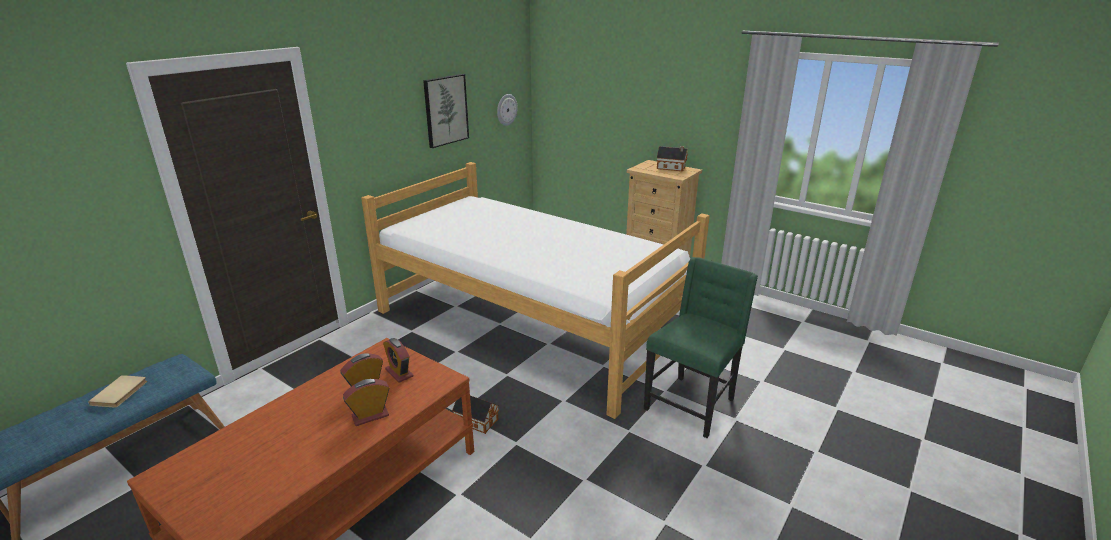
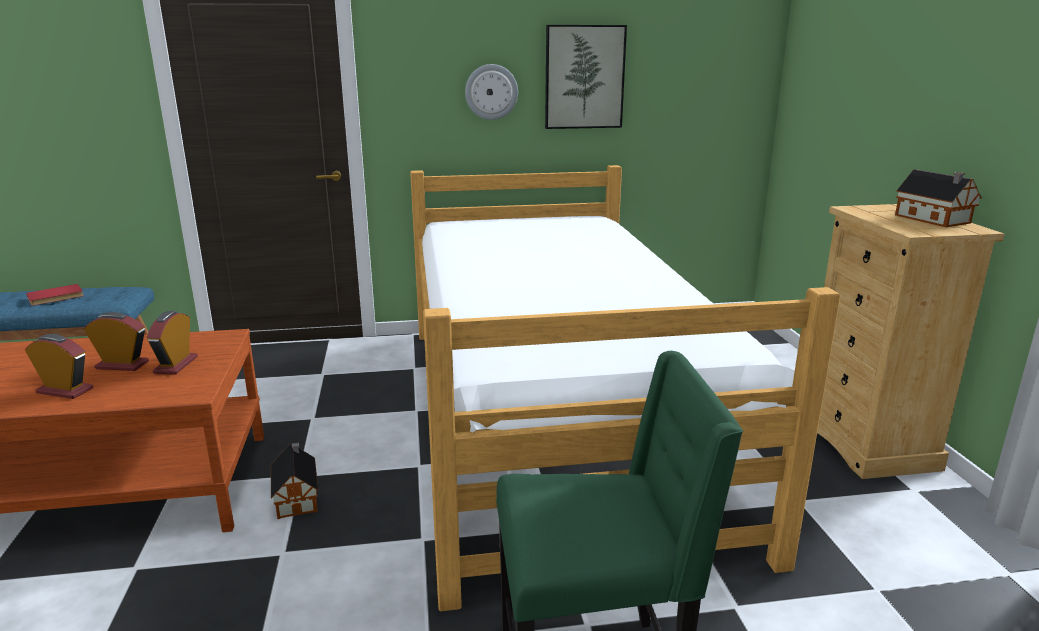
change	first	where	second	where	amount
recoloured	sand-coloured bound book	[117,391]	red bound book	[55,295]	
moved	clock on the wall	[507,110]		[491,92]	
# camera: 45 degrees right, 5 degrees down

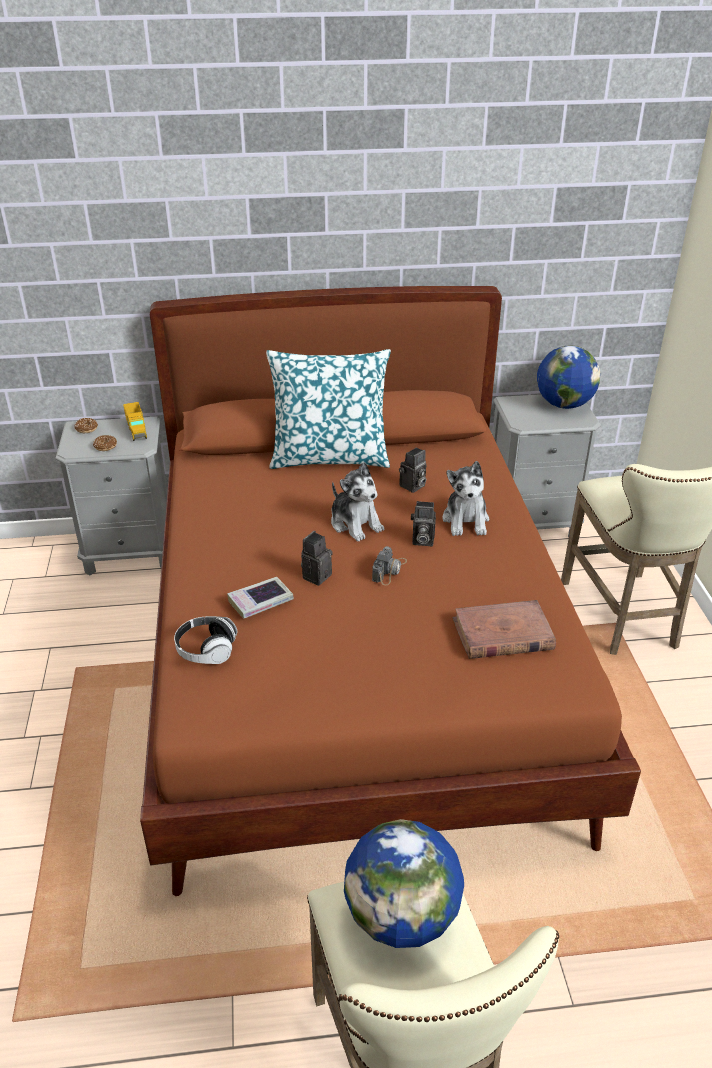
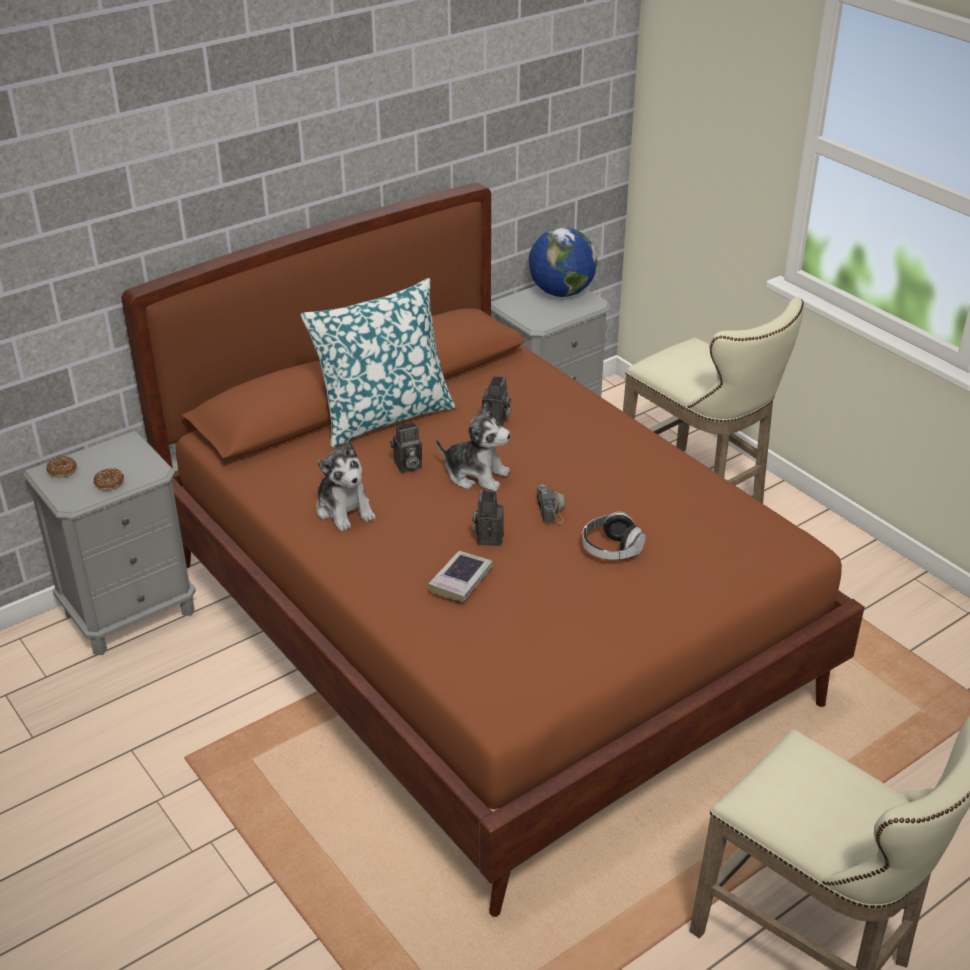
change	first	where	second	where	amount
moved	soft toy	[465,498]		[346,486]	
moved	still camera	[423,523]		[406,447]	
moved	headphones	[205,640]		[614,536]	
removed	toy truck	[135,421]			
removed	desk globe	[404,883]			
removed	brown-coloured bound book	[504,629]			
# camera: 30 degrees left, 0 degrees up

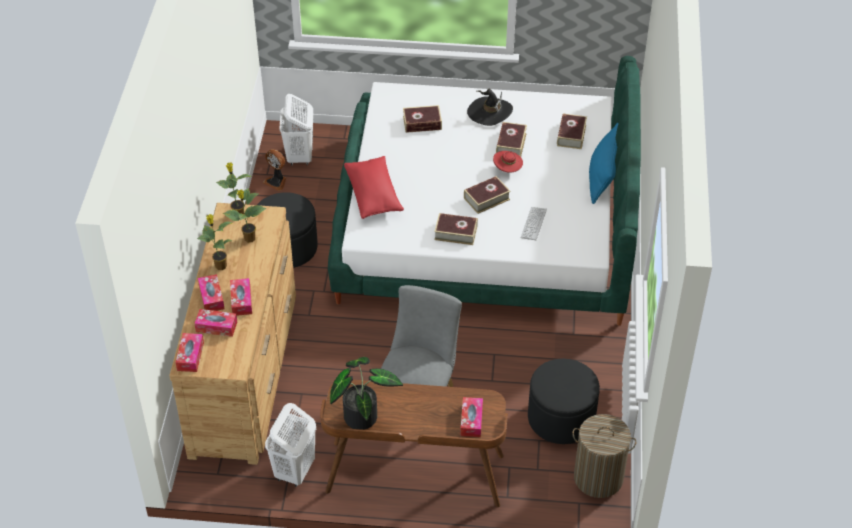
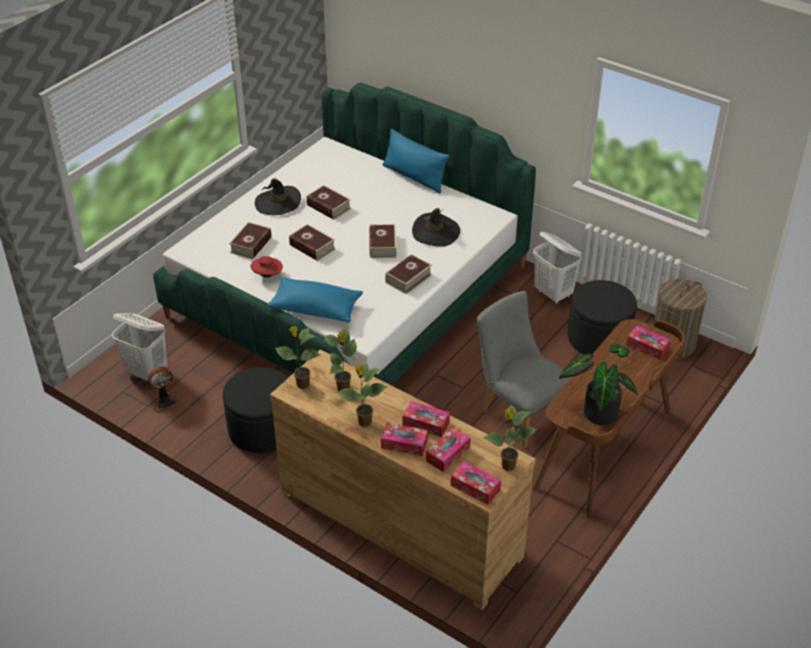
change	first	where	second	where	amount
moved	red wearable hat	[508,162]		[267,267]	
recoloured	red cushion	[374,187]	blue cushion	[315,300]	
moved	bound book	[572,131]		[312,242]	
replaced	keyboard	[534,223]	black-coloured wearable hat	[436,227]	
added			potted plant	[510,438]	
moved	white hamper	[290,445]		[557,268]	
# camera: 60 degrees left, 5 degrees down

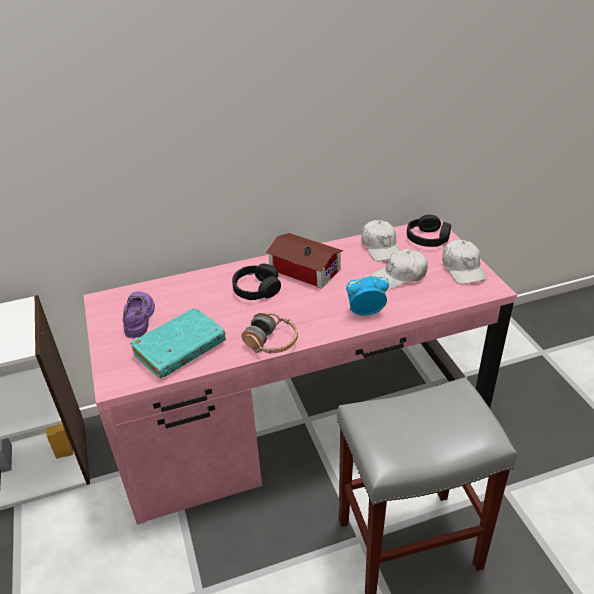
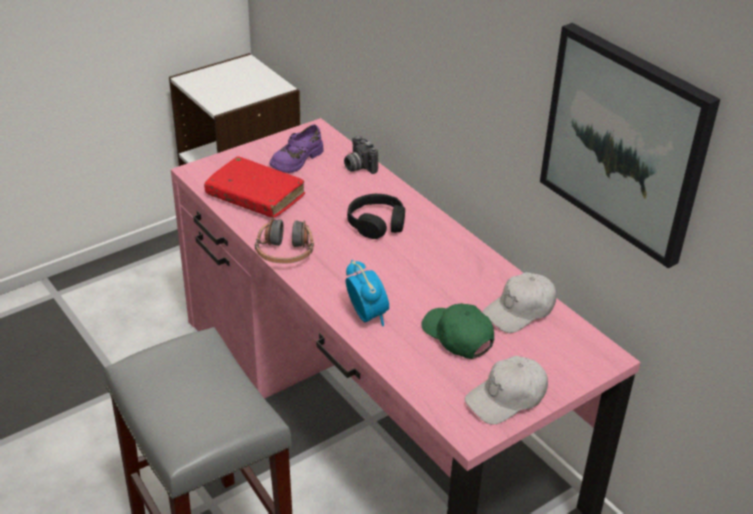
change	first	where	second	where	amount
recoloured	blue-green bound book	[178,343]	red bound book	[254,187]	
turned	purple-coloured shoe	[139,315]		[297,148]	150 degrees clockwise
added			still camera	[361,154]	
recoloured	white cap	[400,269]	greenish cap	[457,331]	
added			wall picture	[630,146]	
removed	toy house	[304,261]			
removed	black-coloured headphones	[429,231]			
# camera: 70 degrees right, 0 degrees up

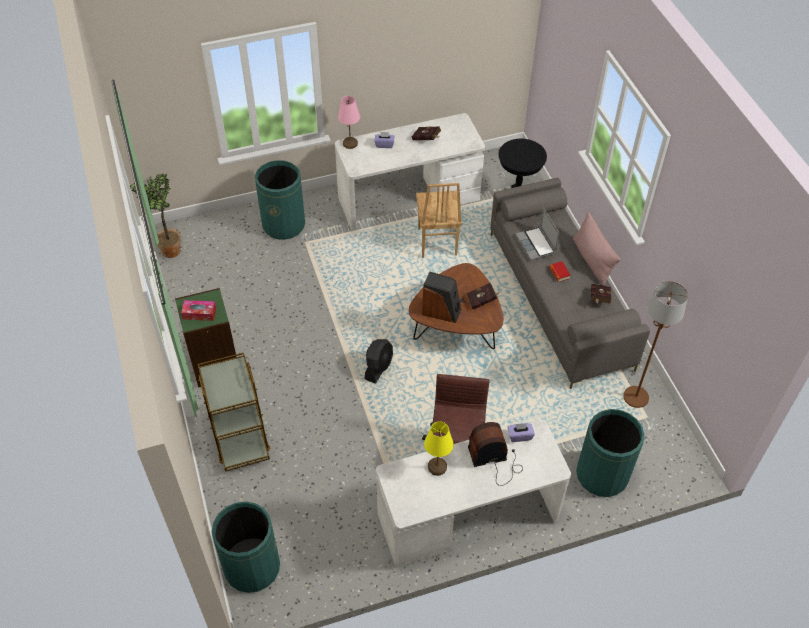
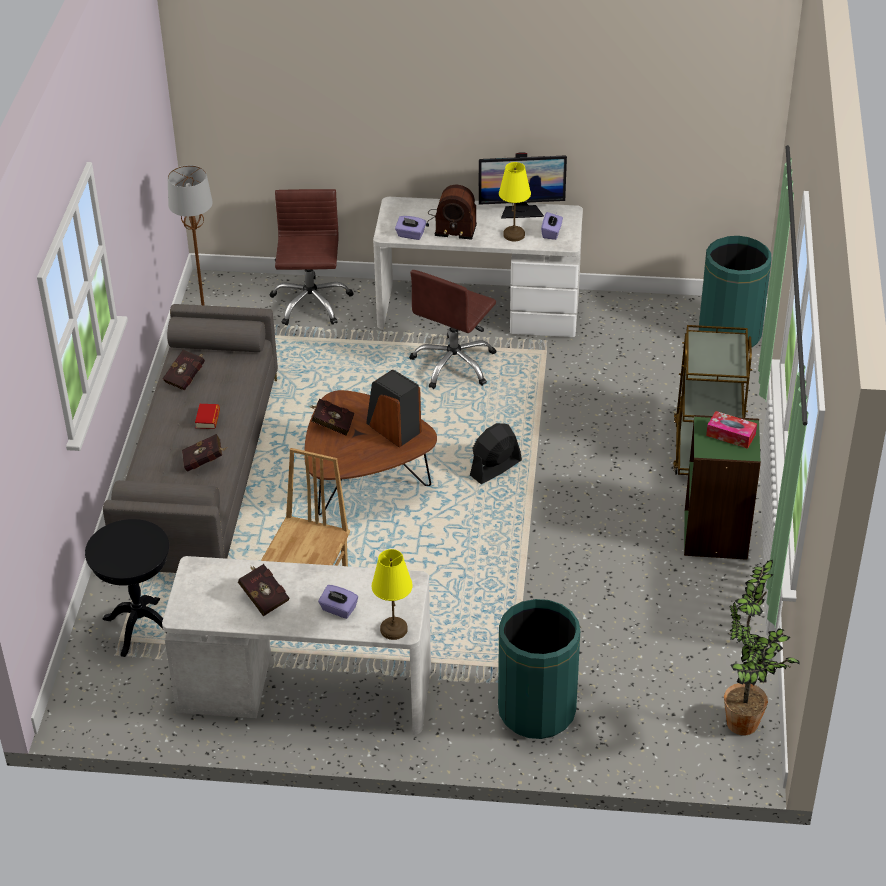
change	first	where	second	where	amount
replaced	laptop	[538,234]	red bound book	[205,453]	
replaced	greenish trash can	[610,453]	brown-coloured computer chair	[311,257]	
recoloured	pink lamp for a table	[349,122]	yellow lamp for a table	[392,594]	
added			monitor	[522,185]	
added			purple-coloured box of tissues	[552,226]	
removed	pink cushion	[597,249]			
# camera: 155 degrees left, 10 degrees down

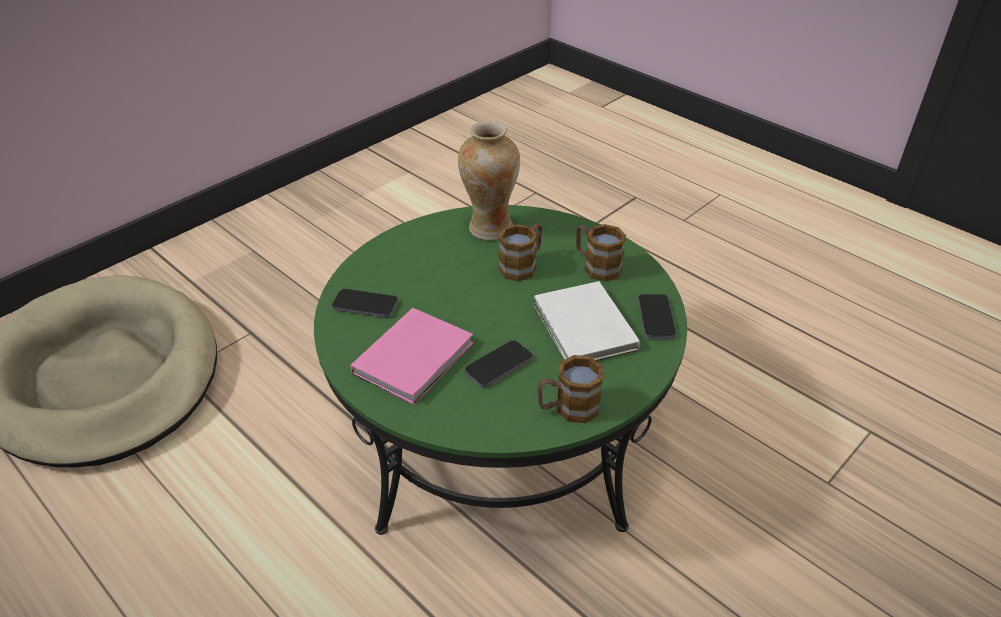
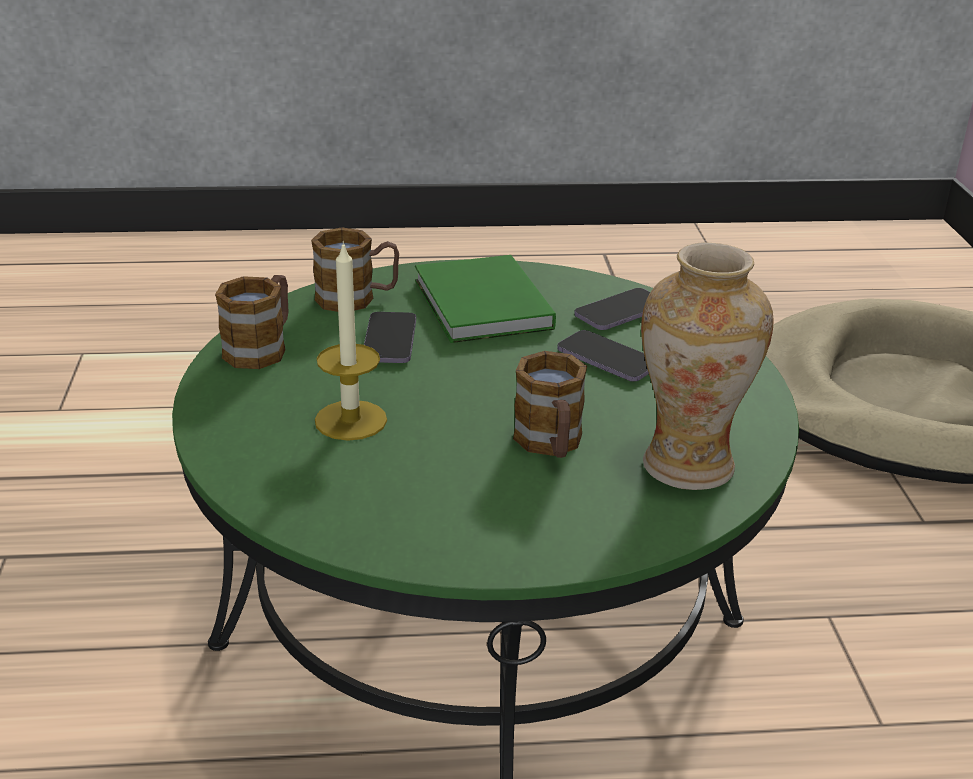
change	first	where	second	where	amount
moved	mug	[601,253]		[355,269]	
replaced	white bound book	[586,321]	candle	[351,341]	
recoloured	pink bound book	[411,356]	greenish bound book	[485,299]	
moved	telephone	[657,316]		[603,355]	
# camera: 130 degrees right, 10 degrees down

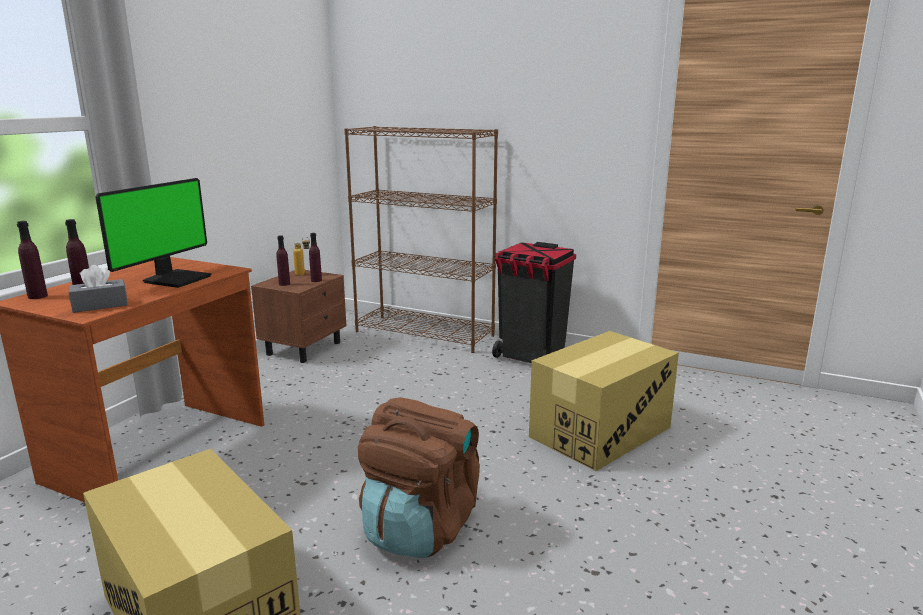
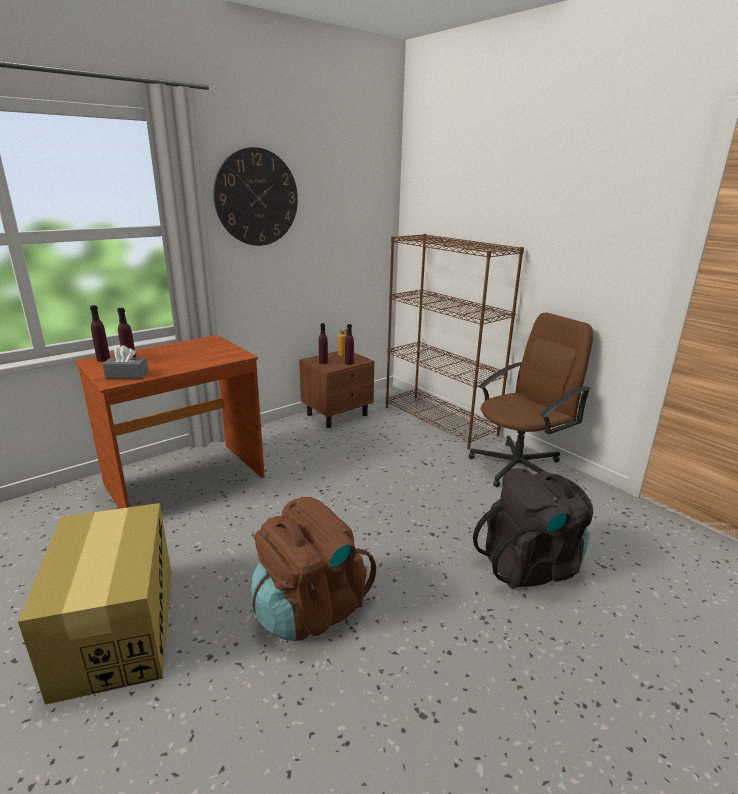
change	first	where	second	where	amount
added			clock on the wall	[255,196]	
replaced	black-coloured trash can	[534,302]	brown-coloured computer chair	[530,399]	
replaced	cardboard box	[604,401]	black-coloured rucksack	[533,528]	
removed	monitor	[153,233]			
# camera: 25 degrees right, 5 degrees up

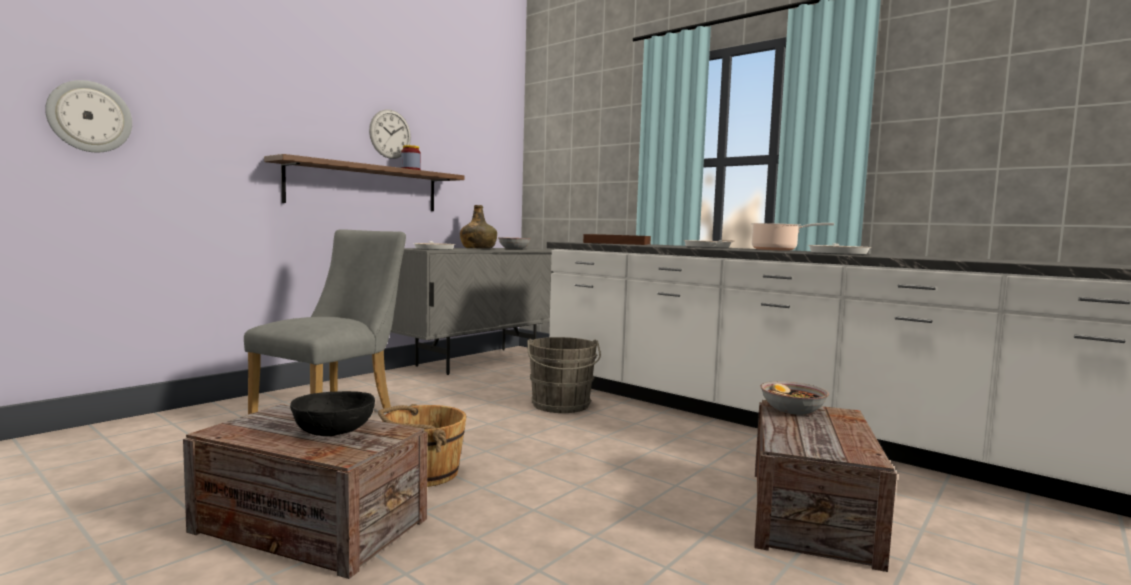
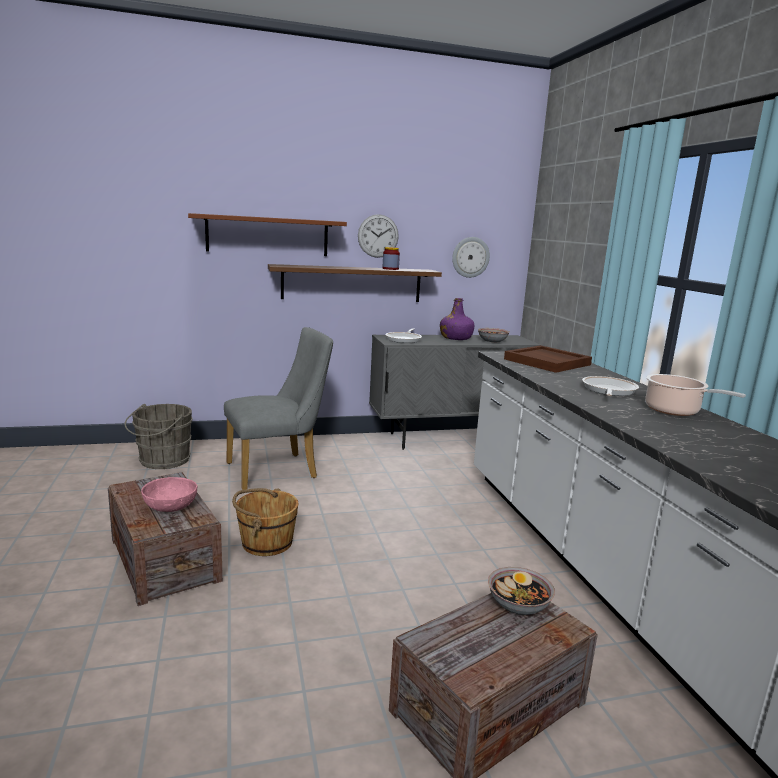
change	first	where	second	where	amount
moved	greyish water bucket	[564,375]		[159,436]	
recoloured	black-coloured bowl	[332,413]	pink bowl	[169,494]	
added			brown-coloured shelf	[267,234]	
recoloured	greenish bottle	[478,227]	purple-coloured bottle	[457,319]	
moved	clock on the wall	[88,116]		[471,257]	
removed	frying pan	[840,249]			
# camera: 35 degrees right, 10 degrees up

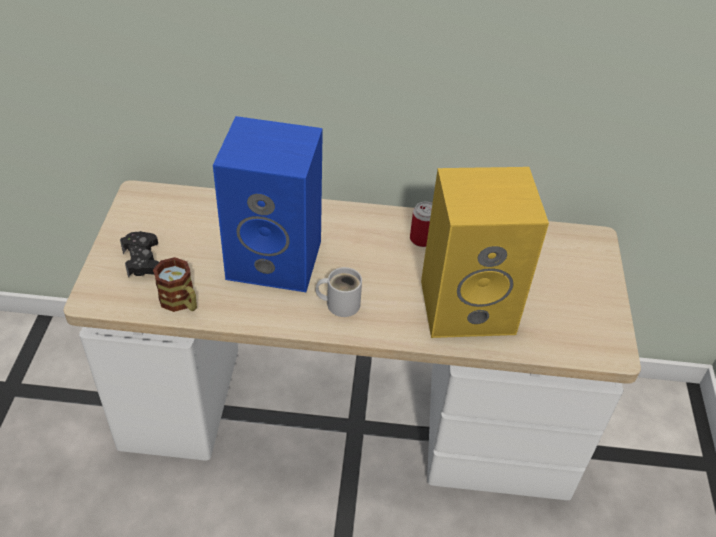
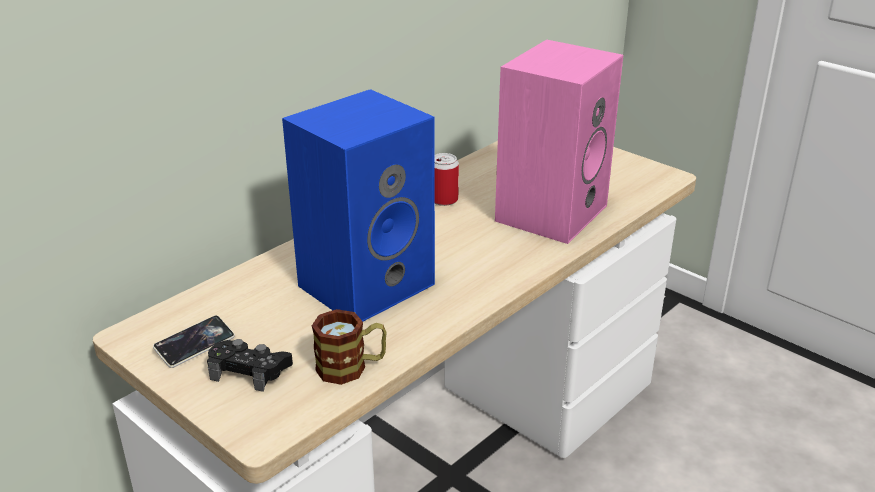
change	first	where	second	where	amount
added			telephone	[194,341]	
recoloured	yellow audio speaker	[485,252]	pink audio speaker	[559,141]	
removed	white mug	[338,292]			
# camera: 50 degrees left, 15 degrees down

